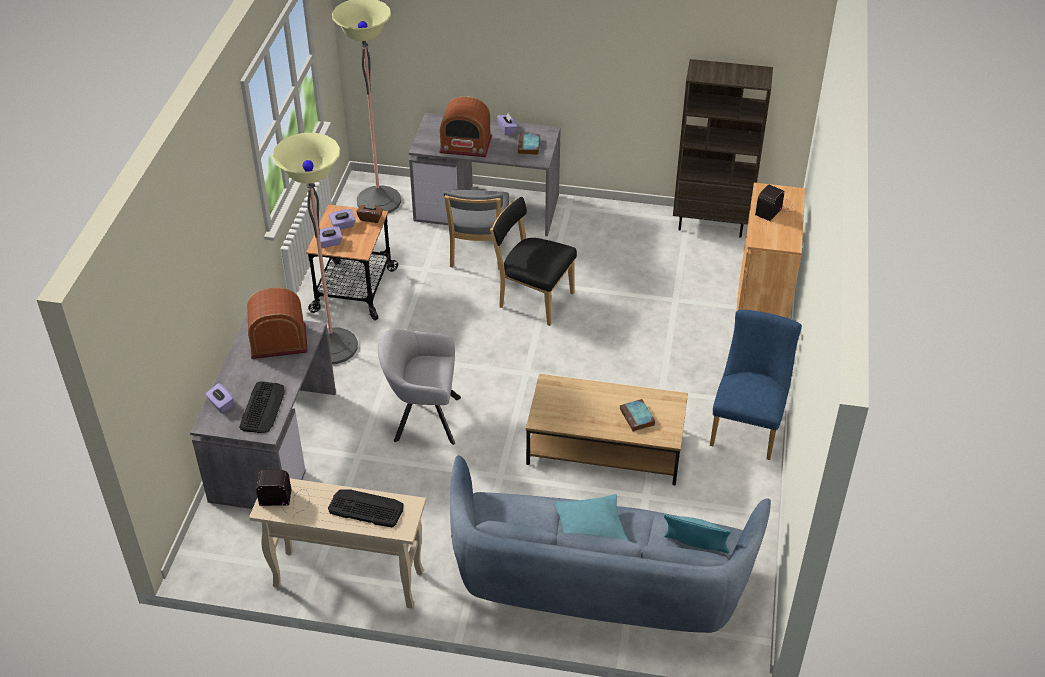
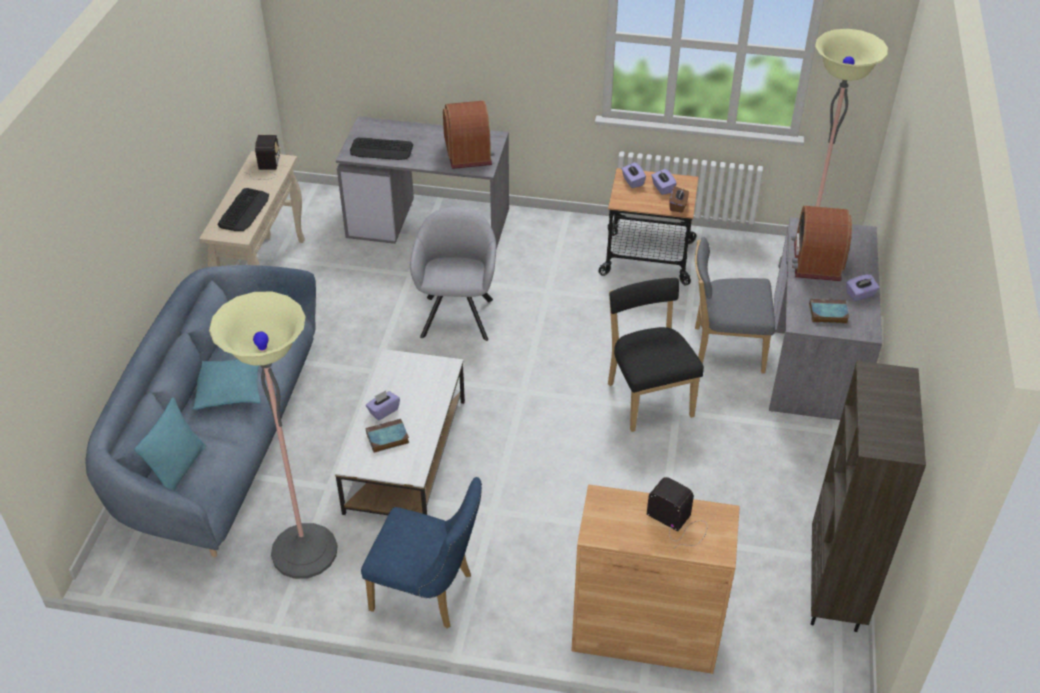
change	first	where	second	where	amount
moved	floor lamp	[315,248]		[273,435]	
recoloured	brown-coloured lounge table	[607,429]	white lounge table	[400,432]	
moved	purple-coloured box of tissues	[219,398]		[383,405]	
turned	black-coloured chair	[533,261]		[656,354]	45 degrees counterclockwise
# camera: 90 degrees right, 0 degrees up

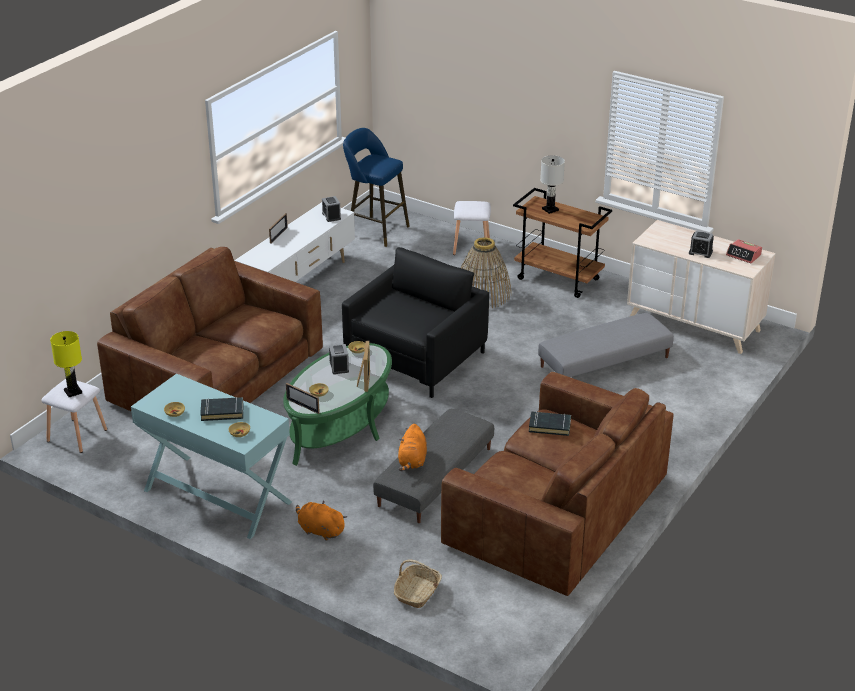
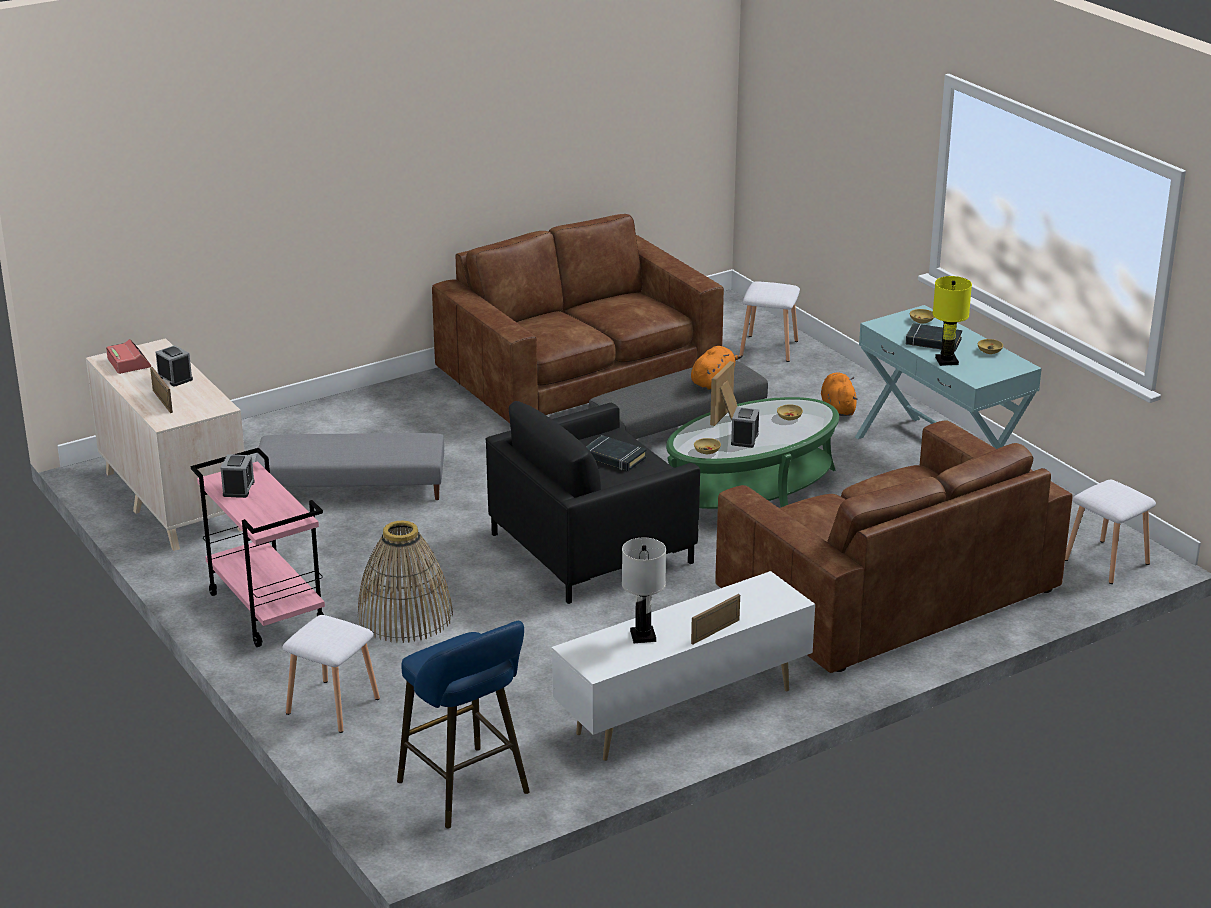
change	first	where	second	where	amount
moved	standing frame	[303,398]		[161,390]	
recoloured	brown-coloured cart	[562,243]	pink cart	[258,547]	
moved	alarm clock	[331,209]		[238,476]	
moved	black-coloured bound book	[550,423]		[616,453]	
moved	white lamp for a table	[552,184]		[644,590]	
replaced	storage basket	[418,584]	white stool seat	[769,321]	
turned	orange-coloured soft toy	[321,521]		[839,394]	150 degrees counterclockwise
moved	yellow lamp for a table	[66,364]		[952,321]	
# camera: 155 degrees left, 5 degrees down

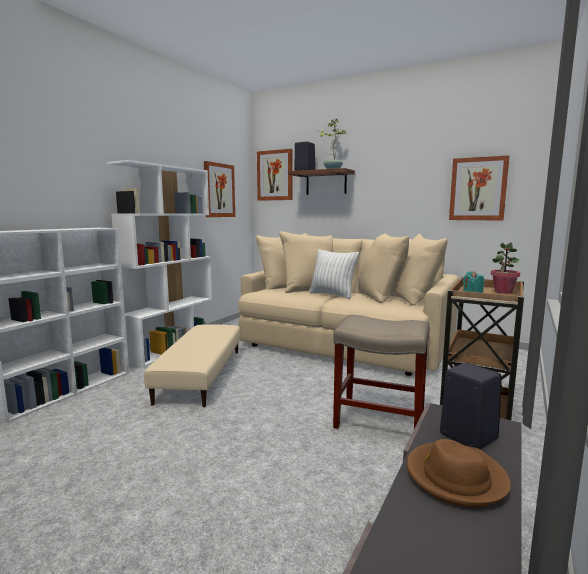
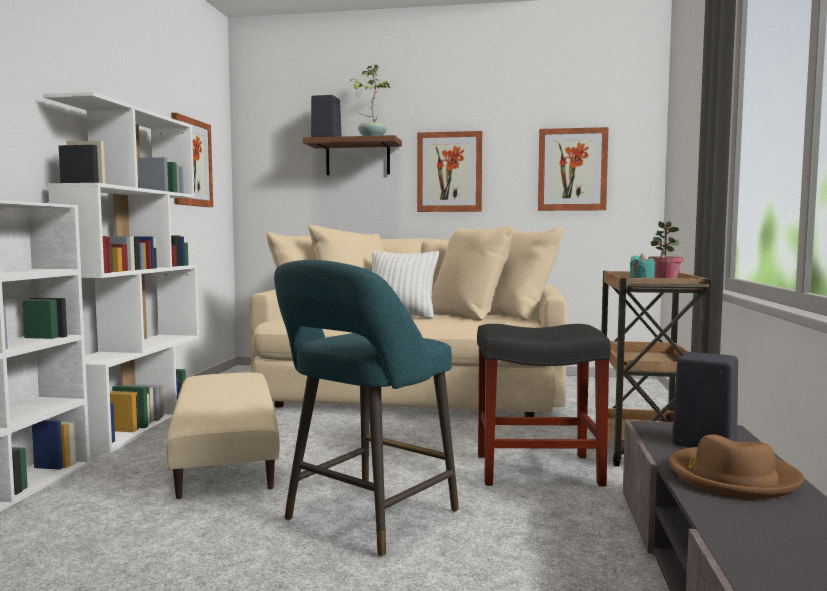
change	first	where	second	where	amount
added			blue-green stool seat	[366,408]	
moved	wall picture	[275,175]		[449,171]	
recoloured	sand-coloured stool seat	[381,372]	black-coloured stool seat	[544,405]	
# camera: 20 degrees left, 5 degrees down

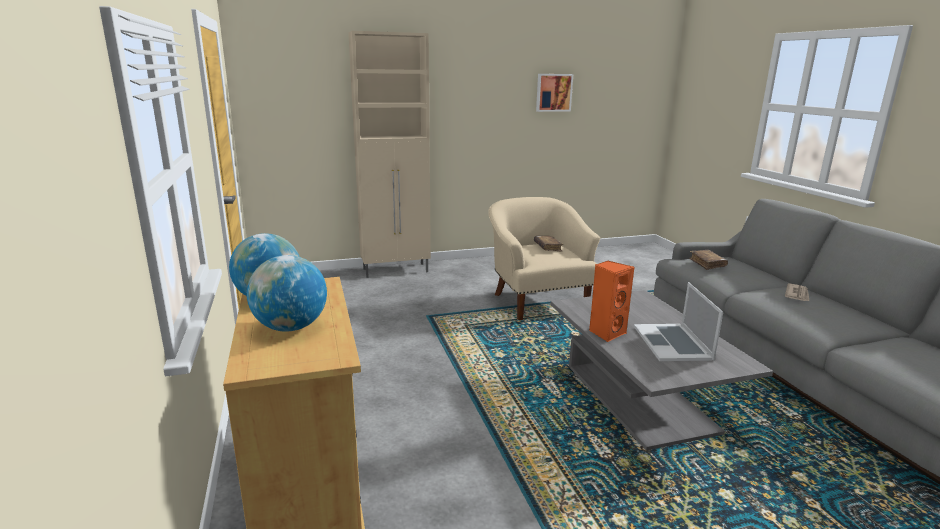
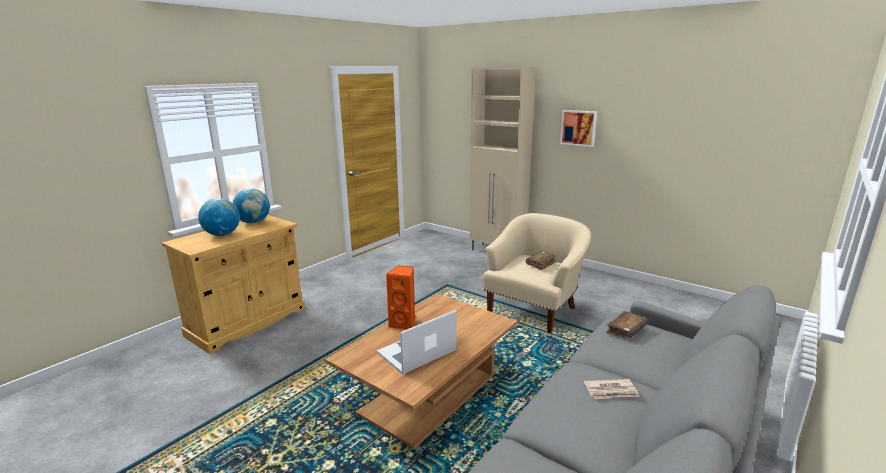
change	first	where	second	where	amount
recoloured	greyish lounge table	[661,370]	brown-coloured lounge table	[421,371]	
moved	wall picture	[554,93]		[578,128]	
# camera: 55 degrees right, 0 degrees up

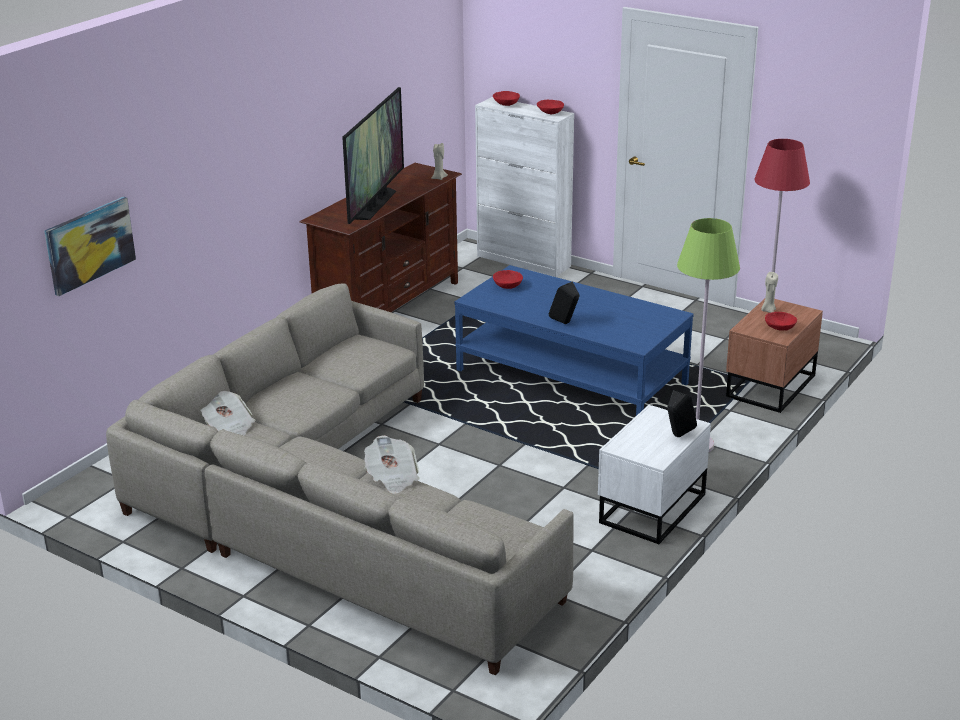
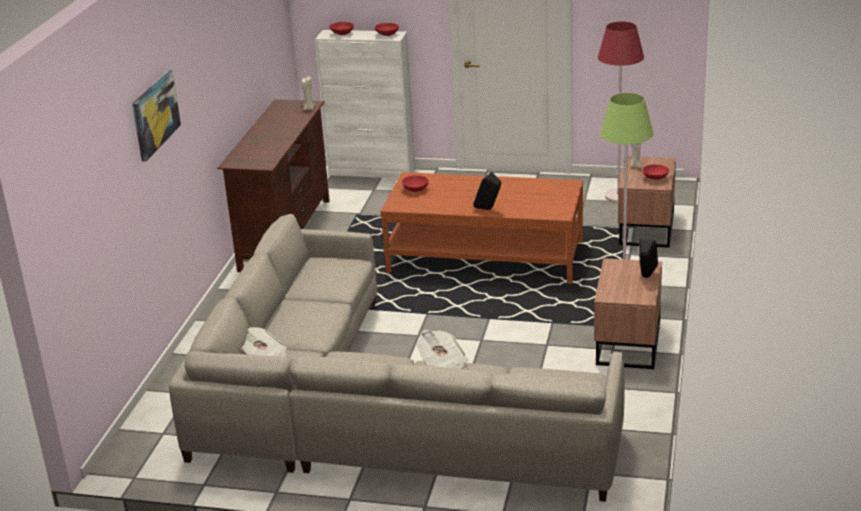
change	first	where	second	where	amount
moved	wall picture	[90,246]		[156,116]	
recoloured	blue lounge table	[574,340]	brown-coloured lounge table	[481,228]	
recoloured	white bedside table	[654,474]	brown-coloured bedside table	[627,313]	
removed	television	[373,155]			
# camera: 20 degrees left, 0 degrees up

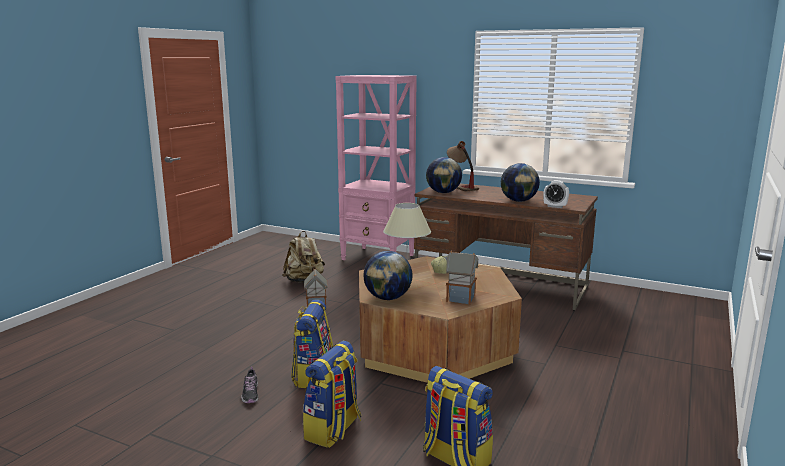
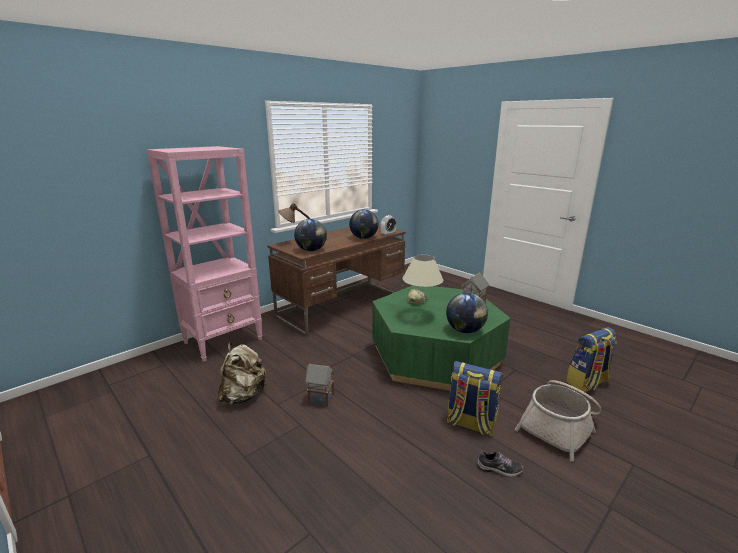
change	first	where	second	where	amount
recoloured	brown-coloured lounge table	[440,319]	greenish lounge table	[441,338]	
replaced	rucksack	[332,394]	storage basket	[558,421]	
# camera: 70 degrees left, 5 degrees up

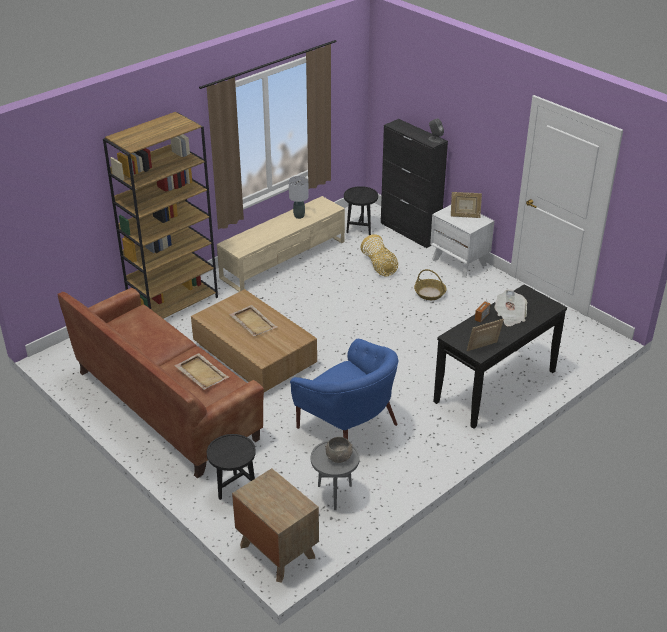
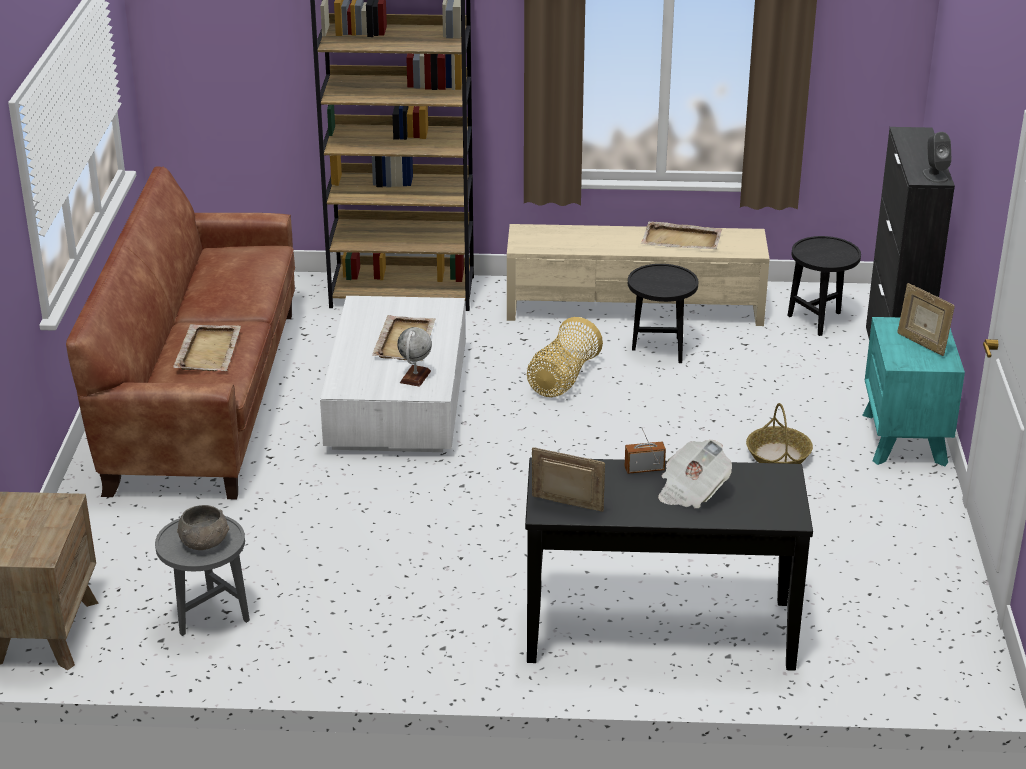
change	first	where	second	where	amount
recoloured	brown-coloured lounge table	[254,340]	white lounge table	[392,374]	
added			desk globe	[414,357]	
moved	storage basket	[379,255]		[565,357]	
moved	black-coloured side table	[231,467]		[663,313]	
replaced	greyish lamp for a table	[299,197]	sand-coloured serving tray	[681,235]	
recoloured	white bedside table	[462,241]	blue-green bedside table	[913,392]	
removed	blue lounge chair	[344,389]			
# camera: 45 degrees right, 5 degrees down

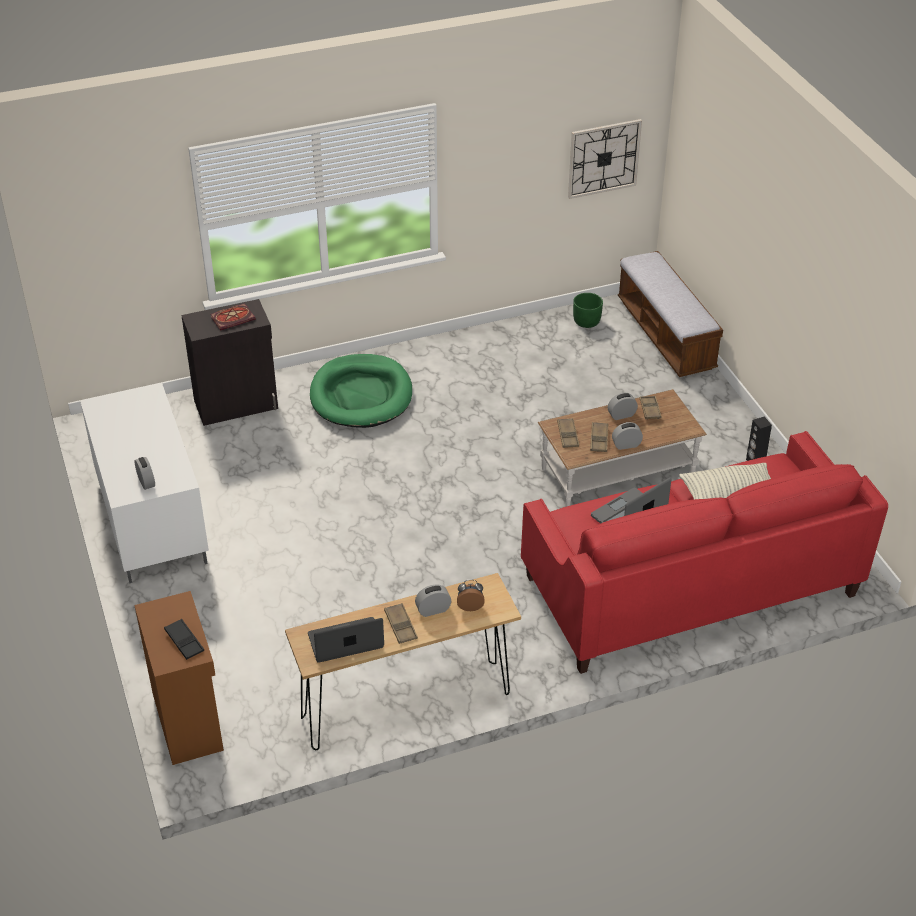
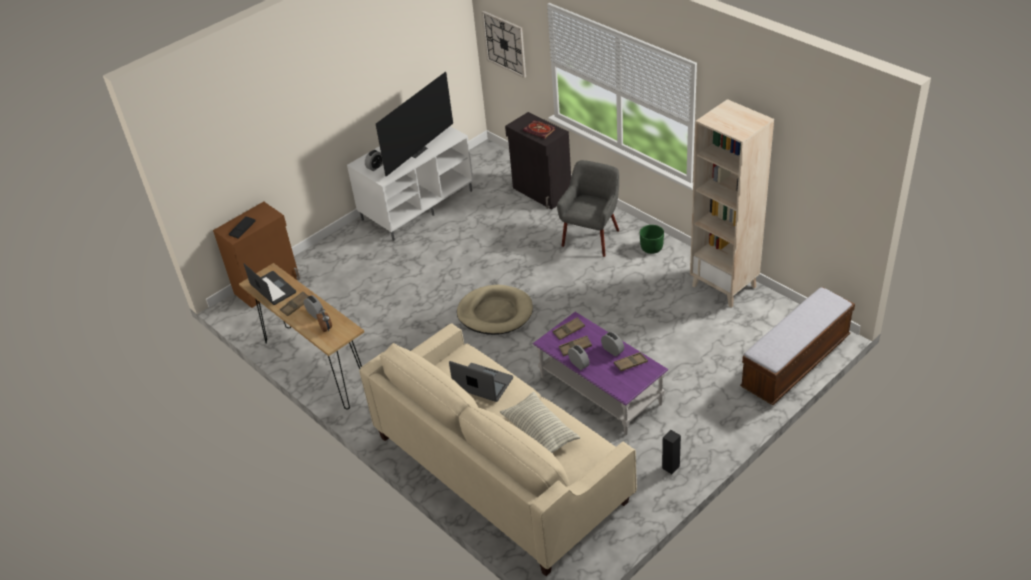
change	first	where	second	where	amount
recoloured	red sofa	[704,552]	sand-coloured sofa	[498,449]	
added			television	[414,124]	
added			sand-coloured dog bed	[495,310]	
moved	clock on the wall	[605,159]		[504,44]	
recoloured	brown-coloured lounge table	[622,448]	purple-coloured lounge table	[601,373]	
replaced	greenish dog bed	[361,391]	greyish lounge chair	[588,208]	
moved	greenish planter	[588,310]		[652,239]	
added			sand-coloured bookshelf	[732,203]	
# camera: 70 degrees right, 0 degrees up

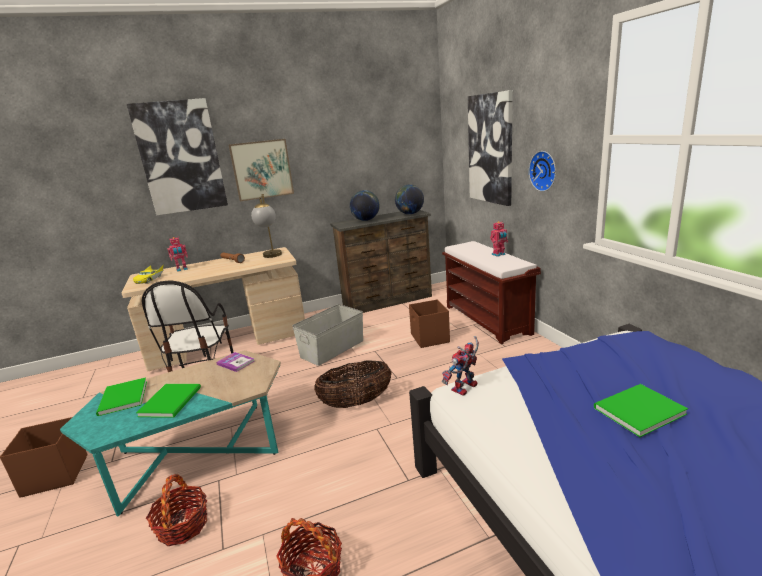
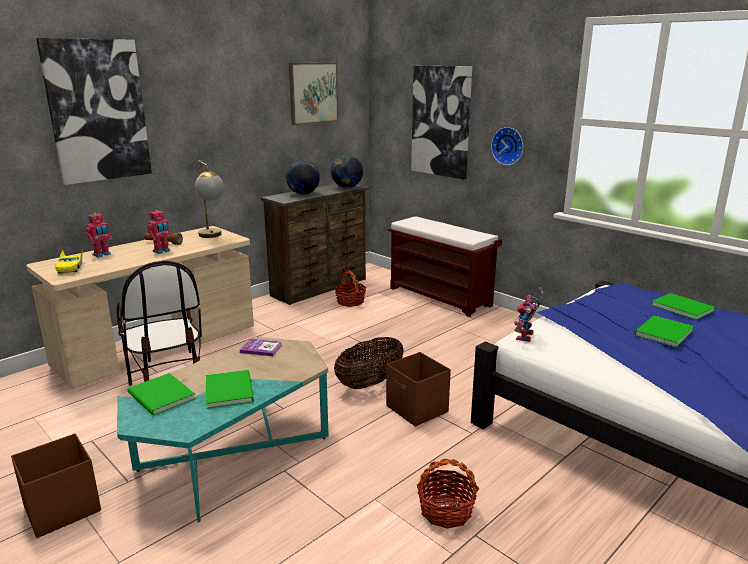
change	first	where	second	where	amount
moved	robot figure	[499,239]		[159,232]	
moved	wall picture	[261,170]		[313,94]	
moved	storage basket	[177,510]		[350,288]	
moved	brown-coloured storage container	[429,323]		[418,389]	
added			greenish bound book	[683,306]	
removed	greyish storage container	[327,335]			
# camera: 25 degrees left, 0 degrees up

